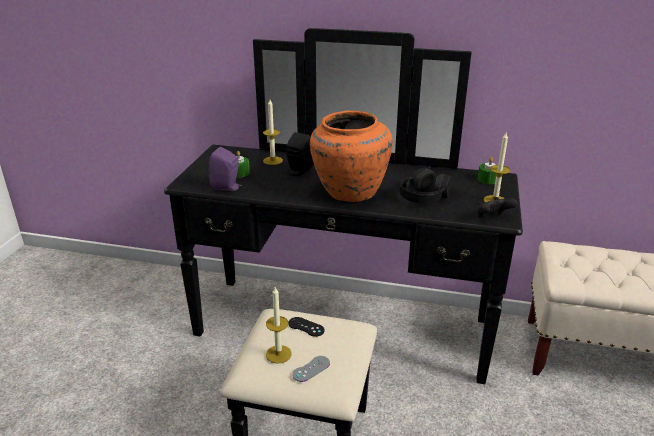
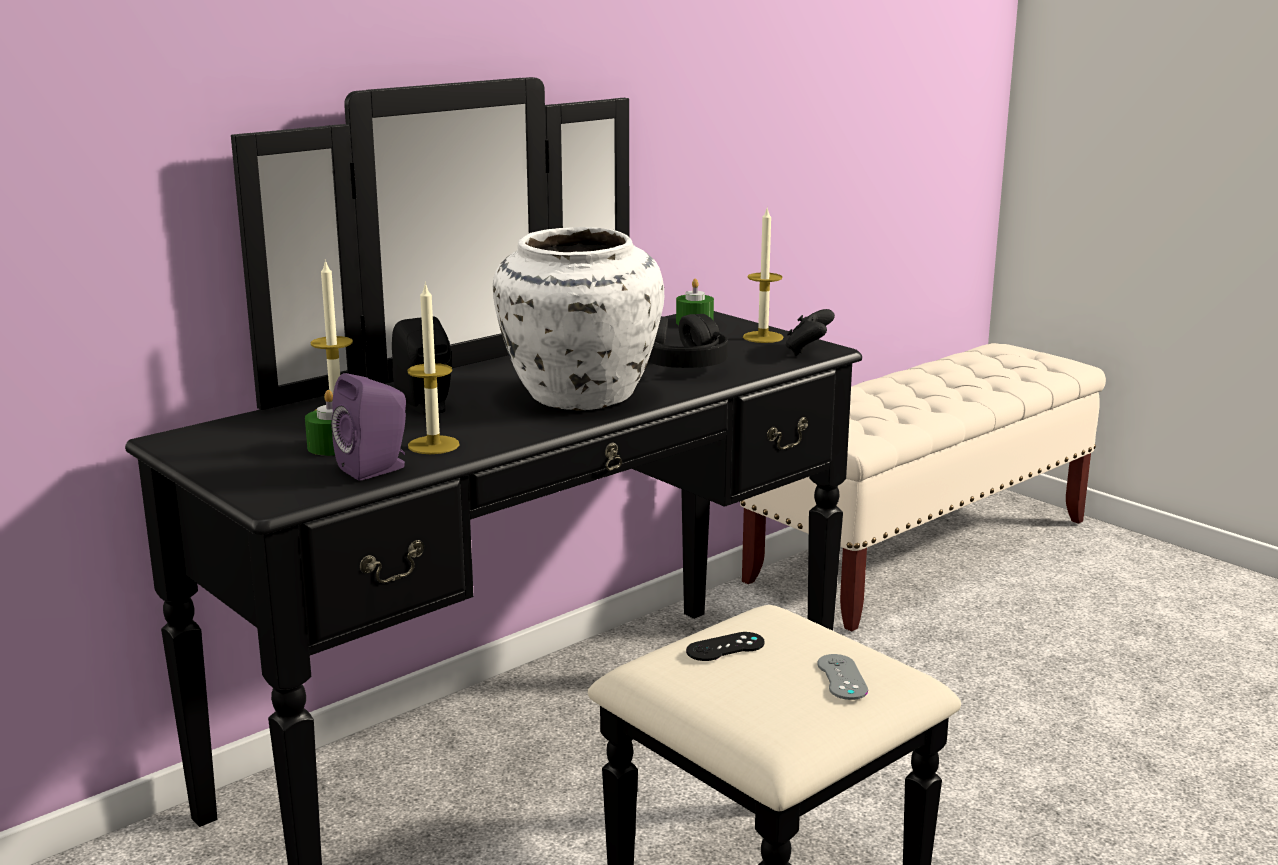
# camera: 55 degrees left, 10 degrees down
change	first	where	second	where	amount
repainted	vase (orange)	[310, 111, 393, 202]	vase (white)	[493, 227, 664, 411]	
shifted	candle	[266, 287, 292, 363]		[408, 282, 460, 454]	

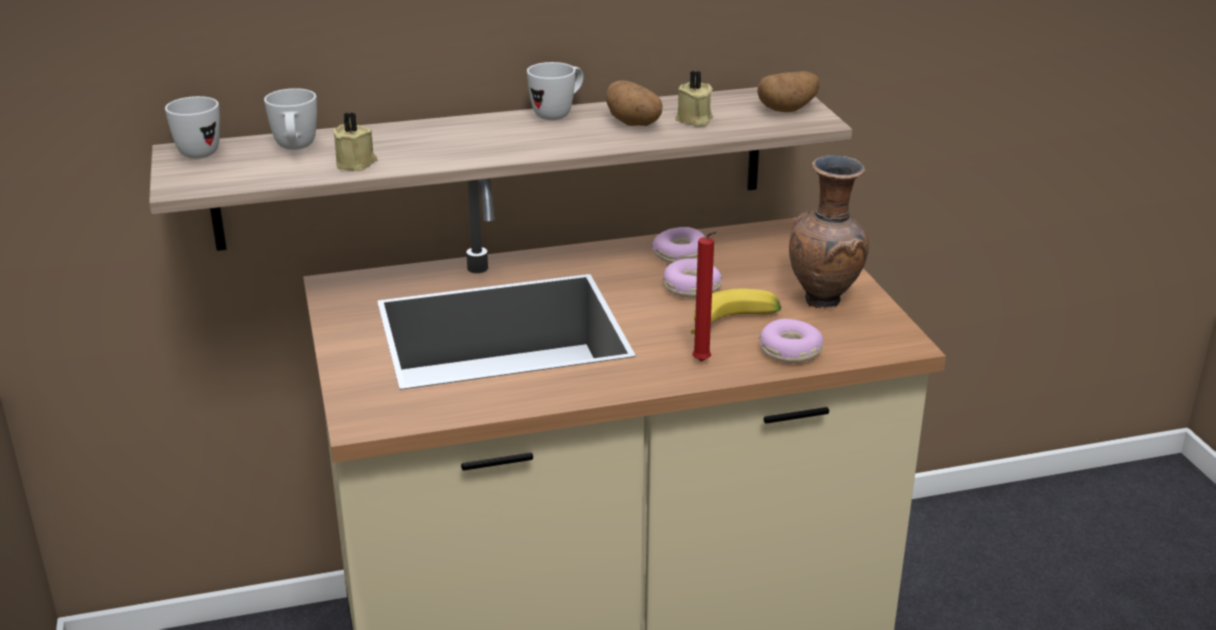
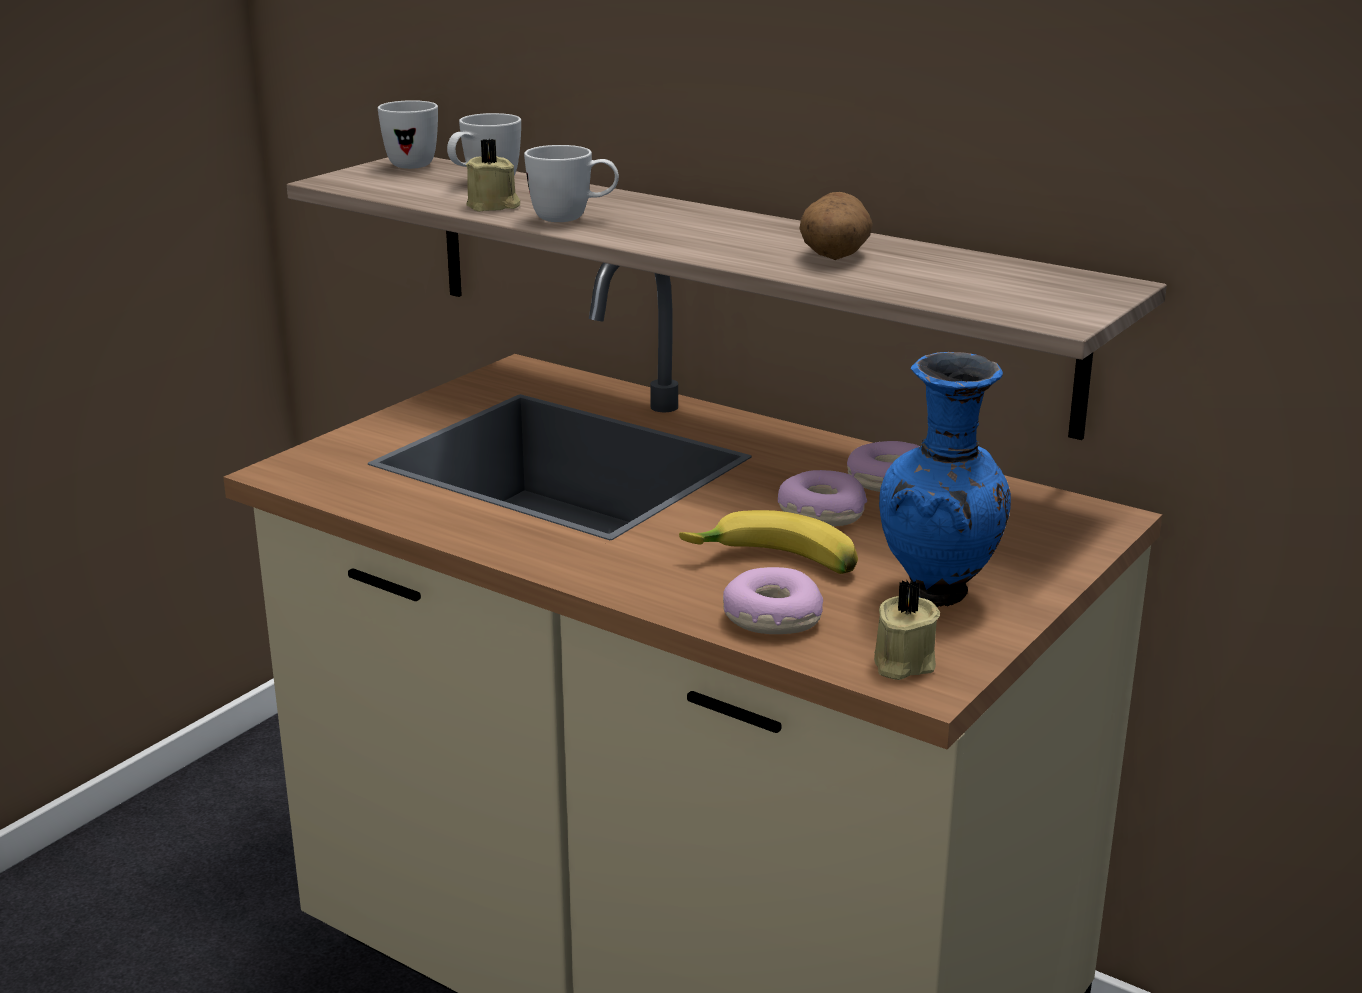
# camera: 50 degrees right, 5 degrees down
change	first	where	second	where	amount
shifted	mug (white)	[527, 62, 583, 120]		[524, 145, 619, 222]	
shifted	candle (beige)	[675, 71, 713, 127]		[874, 580, 940, 680]	
gone	potato	[757, 71, 820, 112]			
repainted	vase (brown)	[789, 155, 869, 308]	vase (blue)	[879, 352, 1011, 607]	
gone	candle (red)	[692, 231, 717, 362]			

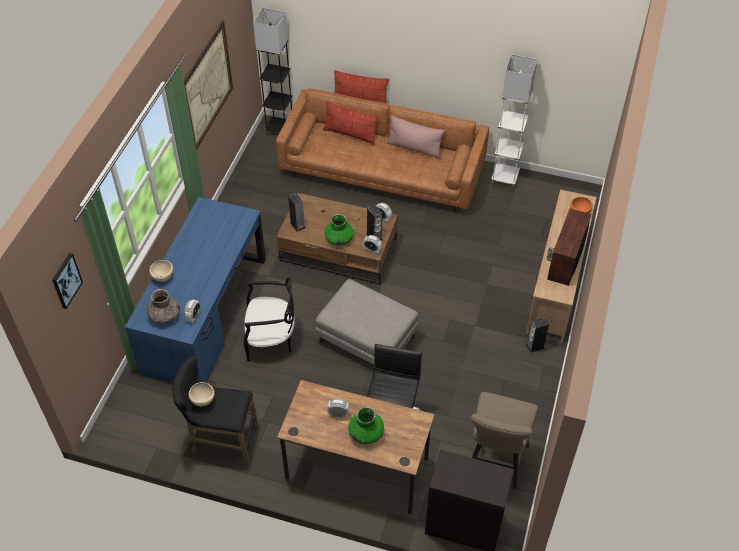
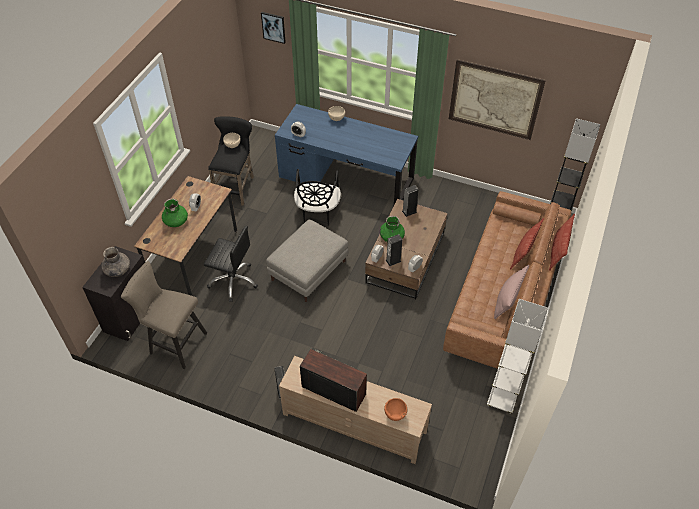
# camera: 95 degrees right, 0 degrees up
change	first	where	second	where	amount
shifted	vase (grey)	[146, 289, 180, 324]		[101, 247, 130, 277]	

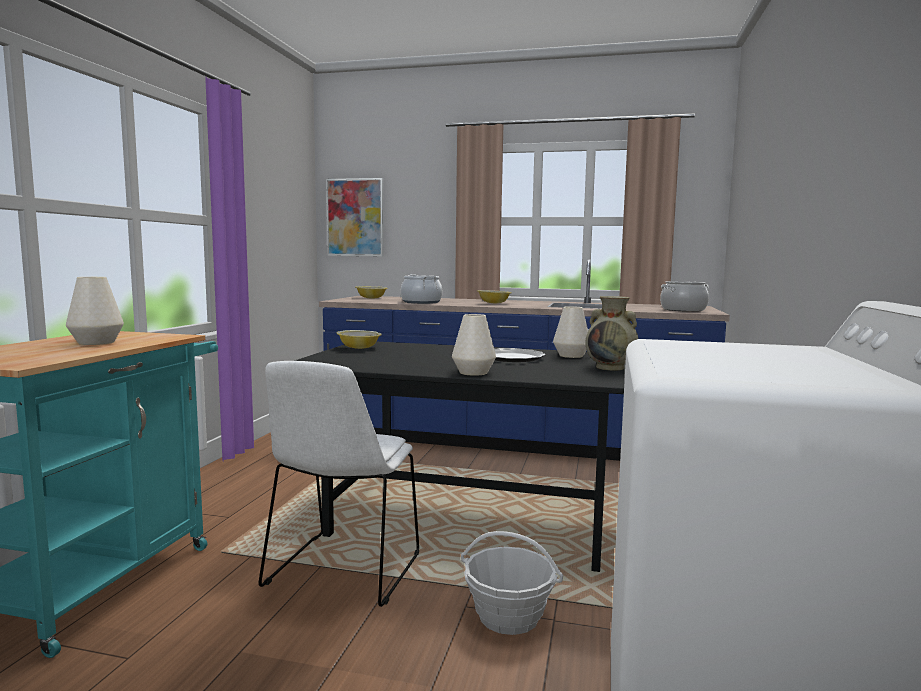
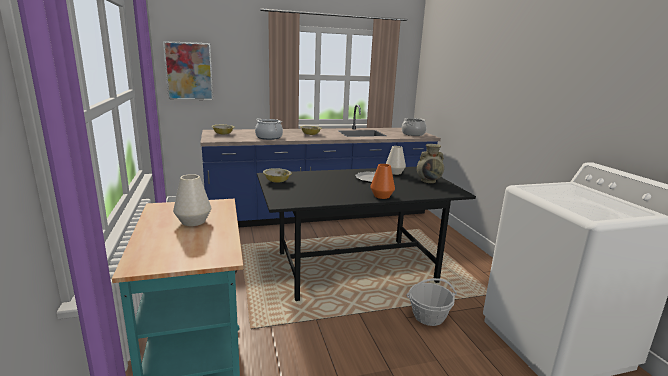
# camera: 30 degrees left, 10 degrees up
change	first	where	second	where	amount
repainted	vase (white)	[452, 314, 496, 376]	vase (orange)	[370, 164, 395, 199]	
gone	chair (white)	[259, 361, 419, 607]			

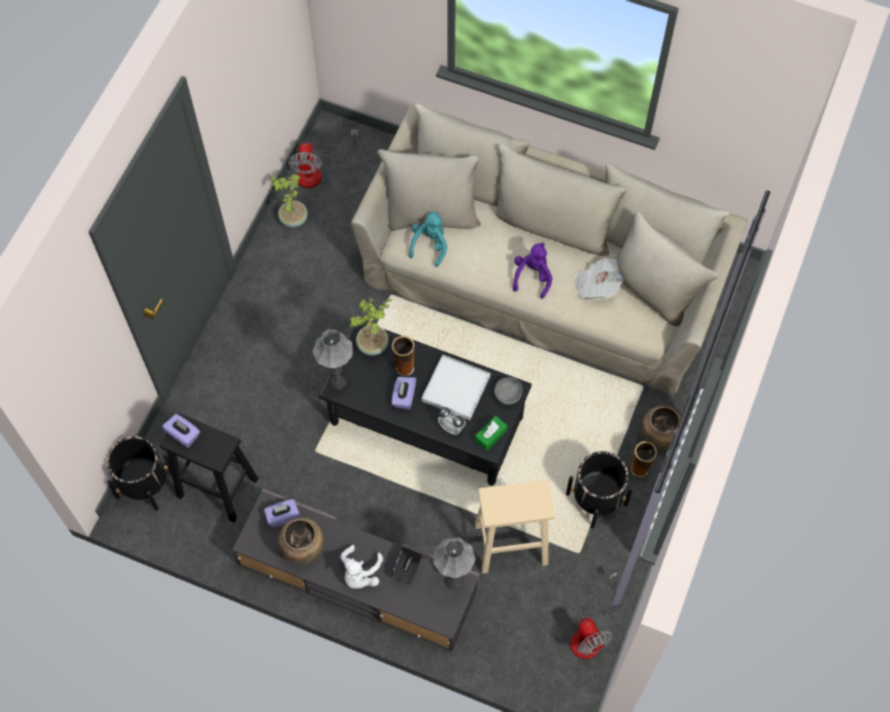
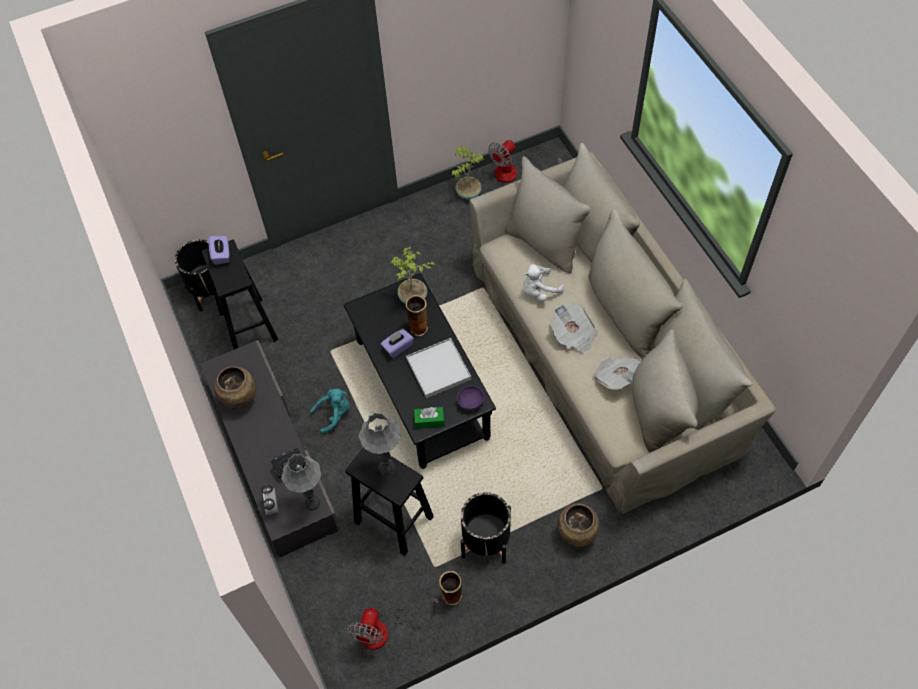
# camera: 45 degrees right, 5 degrees down
change	first	where	second	where	amount
shifted	plush toy (turquoise)	[409, 212, 447, 267]		[310, 388, 350, 434]	
swapped	plush toy (purple)	[513, 243, 552, 299]	newspaper	[551, 303, 598, 355]	
shifted	table lamp (grey)	[313, 329, 353, 390]		[358, 412, 401, 475]	
repainted	bowl (grey)	[495, 377, 523, 405]	bowl (purple)	[457, 386, 484, 411]	
shifted	alarm clock	[438, 407, 466, 435]		[261, 485, 278, 515]	
shifted	vase	[631, 441, 657, 478]		[439, 571, 462, 605]	
repainted	stool (beige)	[475, 480, 555, 574]	stool (black)	[345, 448, 434, 556]	
gone	tissue box (purple)	[264, 499, 300, 528]			
shifted	plush toy (white)	[340, 545, 383, 589]		[523, 264, 564, 302]	

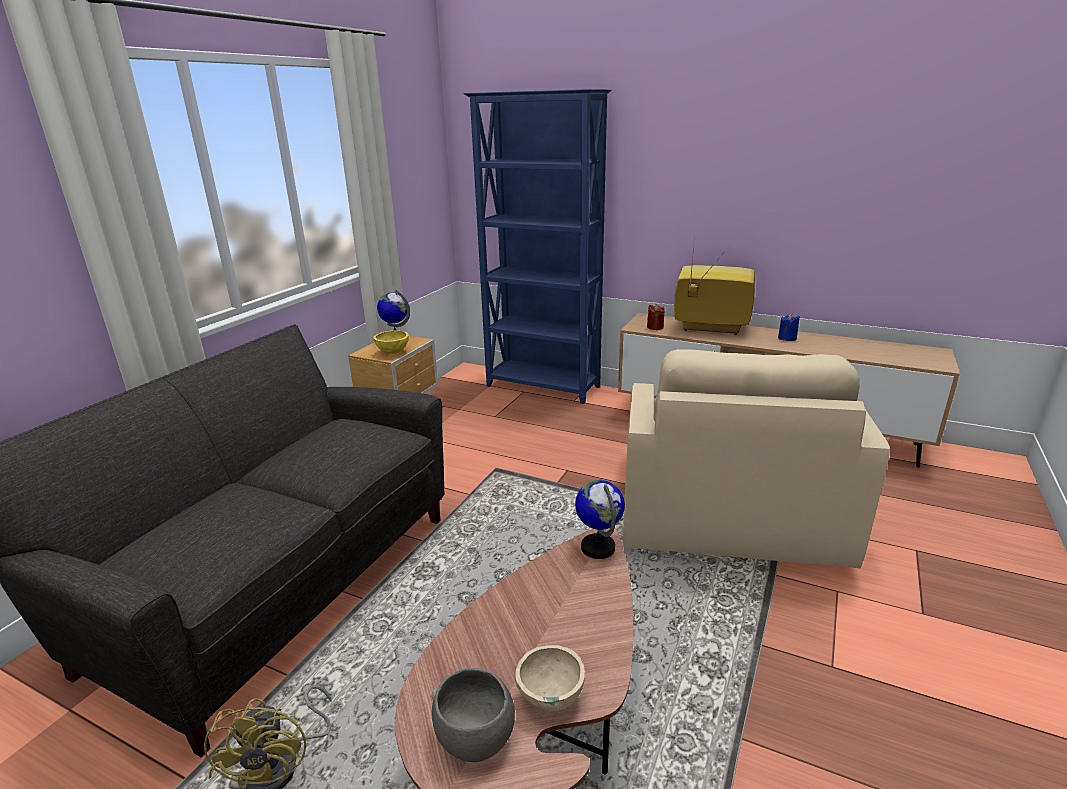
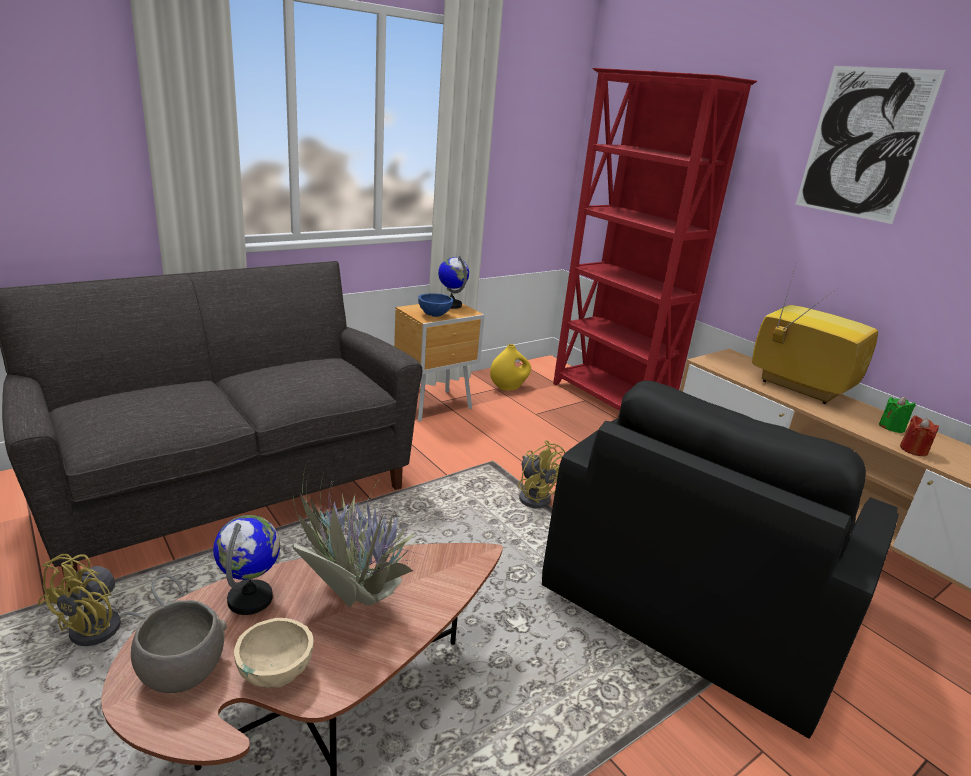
# camera: 25 degrees right, 0 degrees up
change	first	where	second	where	amount
repainted	bookcase (blue)	[464, 89, 612, 404]	bookcase (red)	[553, 68, 757, 411]	
shifted	candle (red)	[647, 304, 665, 330]		[900, 415, 939, 456]	
repainted	candle (blue)	[778, 313, 800, 341]	candle (green)	[879, 397, 916, 433]	
repainted	bowl (yellow)	[373, 331, 409, 354]	bowl (blue)	[418, 293, 453, 317]	
repainted	armchair (beige)	[623, 349, 890, 569]	armchair (black)	[542, 381, 899, 739]	
shifted	globe	[575, 480, 625, 559]		[213, 515, 280, 615]	
new			picture	[795, 66, 946, 224]	
new			vase (yellow)	[490, 344, 531, 391]	
new			fan (yellow)	[518, 440, 566, 508]	
new			potted plant	[293, 458, 423, 607]	

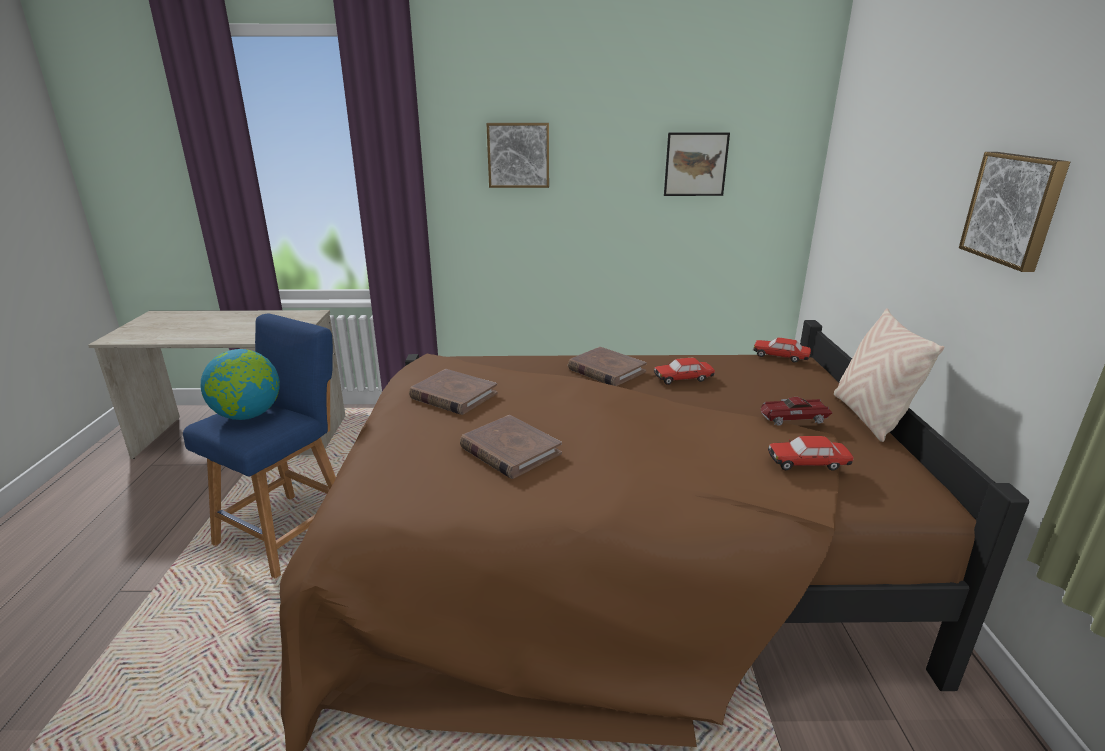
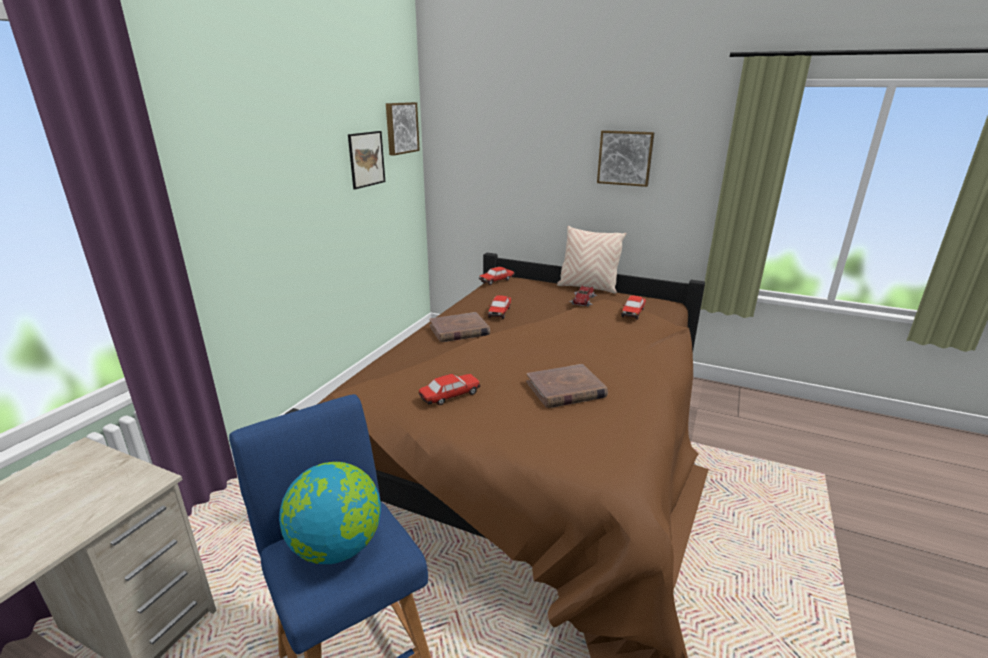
# camera: 65 degrees left, 0 degrees up
change	first	where	second	where	amount
shifted	picture	[486, 123, 549, 188]		[386, 102, 420, 155]	
swapped	book (brown)	[409, 369, 498, 415]	toy car	[419, 374, 480, 405]	

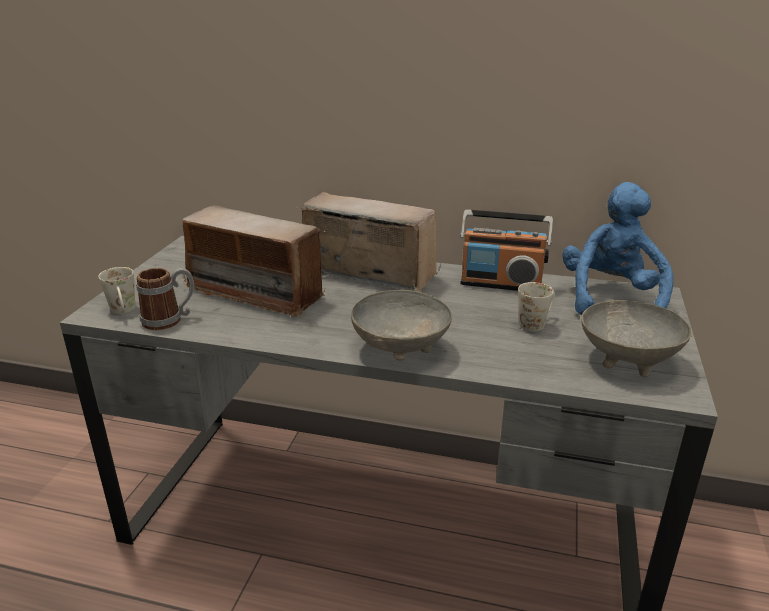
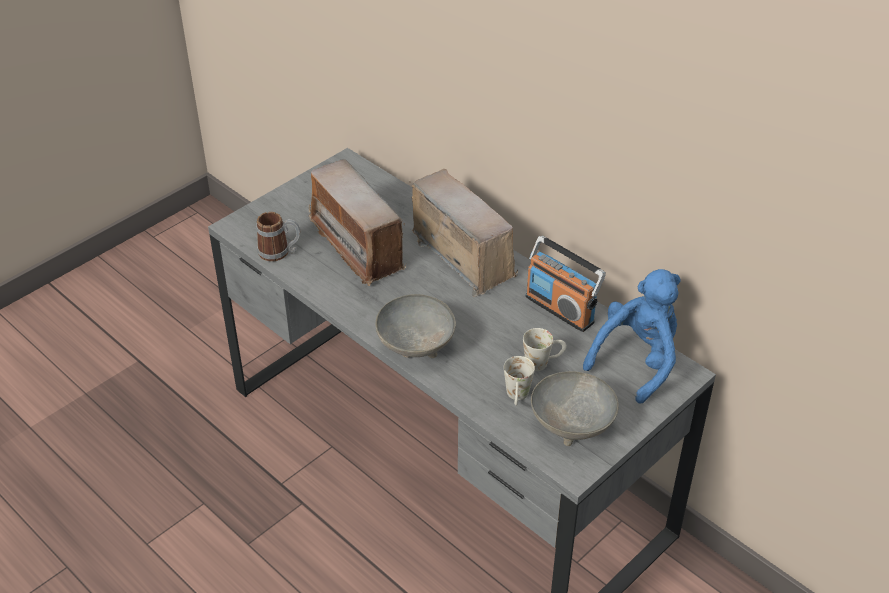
# camera: 30 degrees right, 15 degrees up
change	first	where	second	where	amount
shifted	mug (white)	[98, 267, 135, 314]		[504, 356, 535, 406]	

